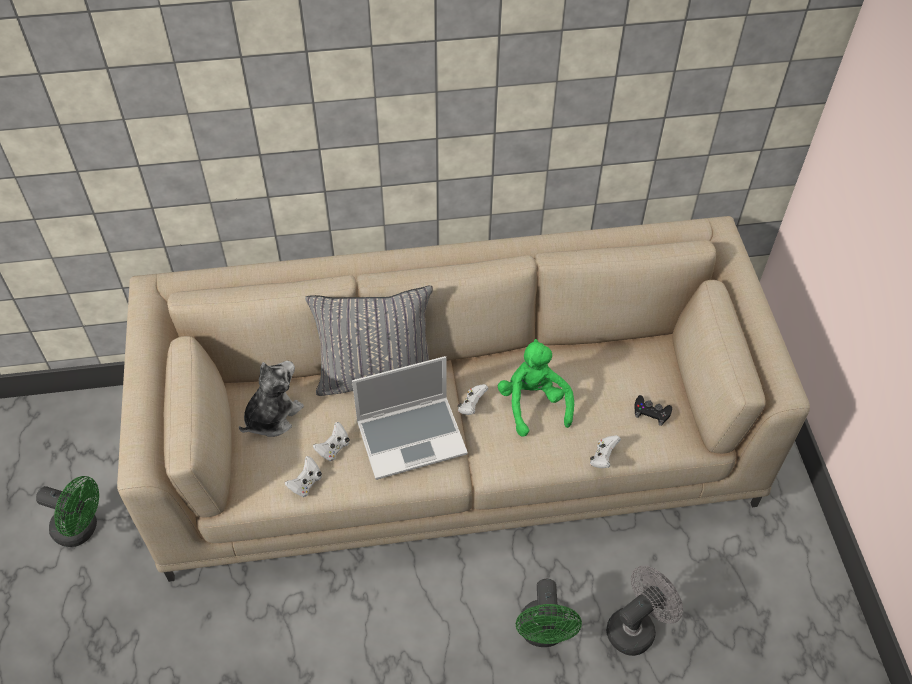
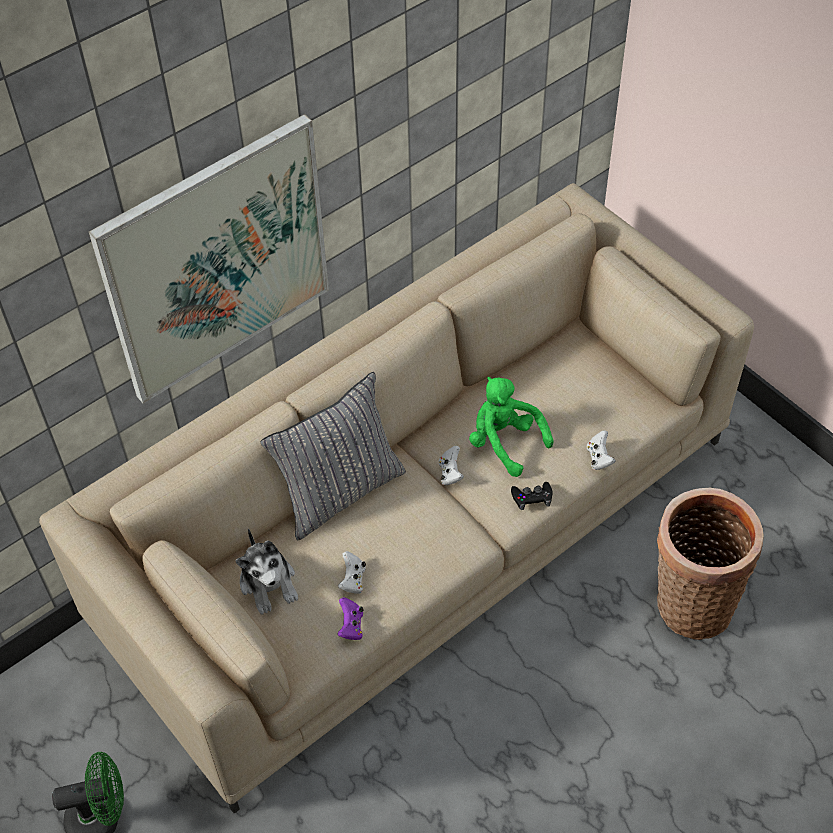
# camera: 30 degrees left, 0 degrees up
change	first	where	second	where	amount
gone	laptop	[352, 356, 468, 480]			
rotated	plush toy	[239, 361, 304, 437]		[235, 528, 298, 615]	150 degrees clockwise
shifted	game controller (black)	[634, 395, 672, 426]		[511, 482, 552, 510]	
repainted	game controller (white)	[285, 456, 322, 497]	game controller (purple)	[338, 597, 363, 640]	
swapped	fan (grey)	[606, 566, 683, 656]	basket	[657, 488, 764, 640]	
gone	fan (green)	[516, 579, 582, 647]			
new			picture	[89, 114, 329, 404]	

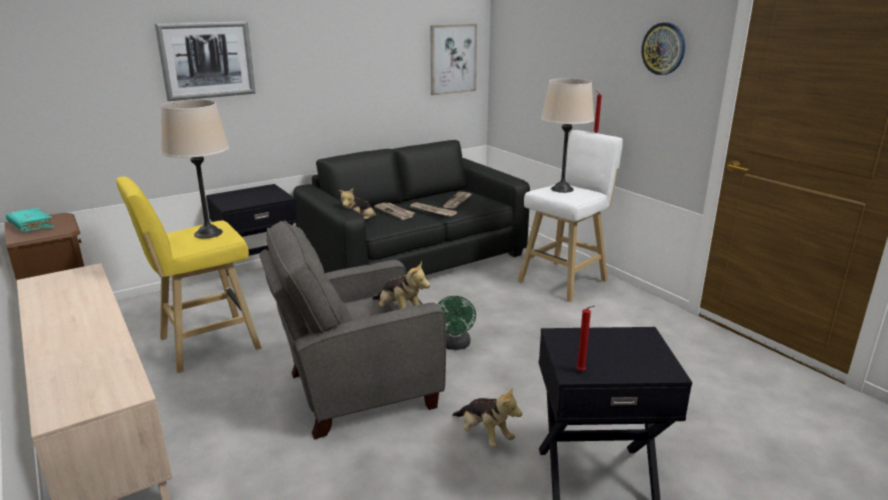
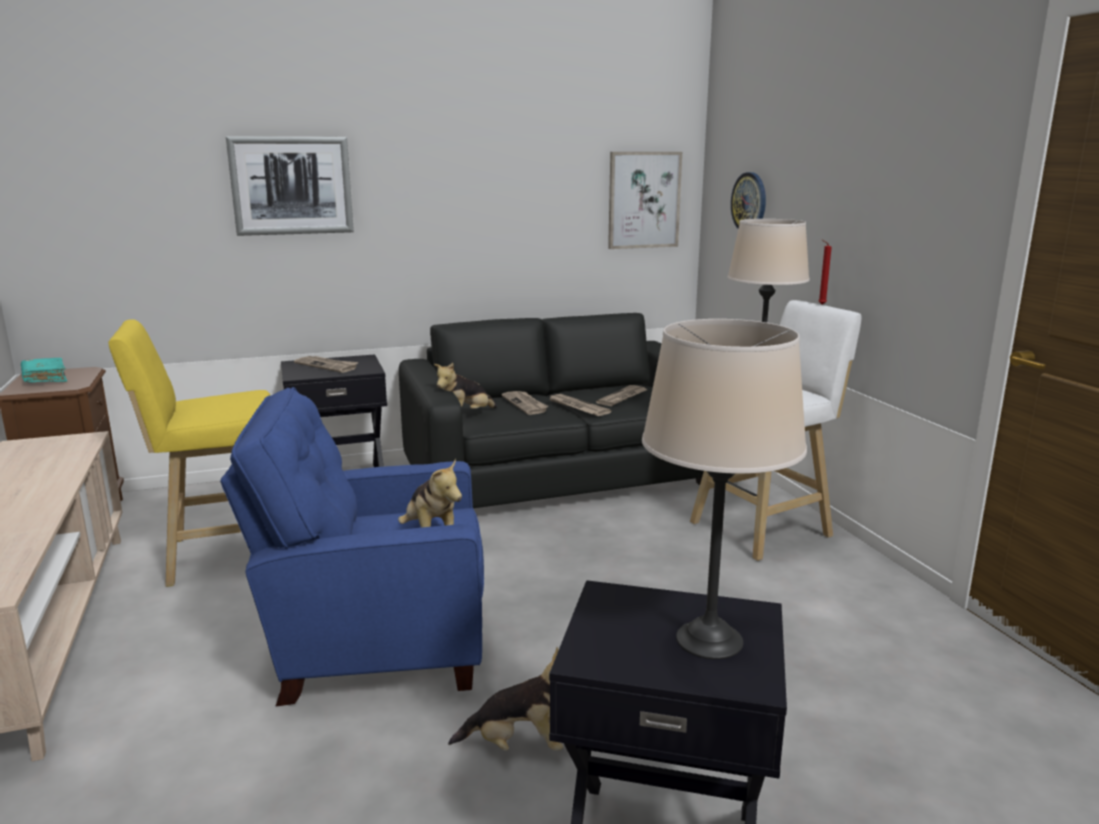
# camera: 15 degrees right, 5 degrees down
change	first	where	second	where	amount
shifted	wall clock	[641, 22, 685, 75]		[731, 172, 766, 229]	
shifted	table lamp (beige)	[161, 100, 229, 238]		[642, 319, 807, 659]	
repainted	armchair (grey)	[259, 221, 446, 440]	armchair (blue)	[220, 387, 484, 707]	
gone	fan (green)	[437, 296, 476, 350]			
gone	candle (red)	[576, 306, 595, 371]			
rotated	plush toy	[452, 386, 522, 447]		[448, 647, 563, 751]	60 degrees counterclockwise
new			newspaper	[294, 356, 359, 373]	

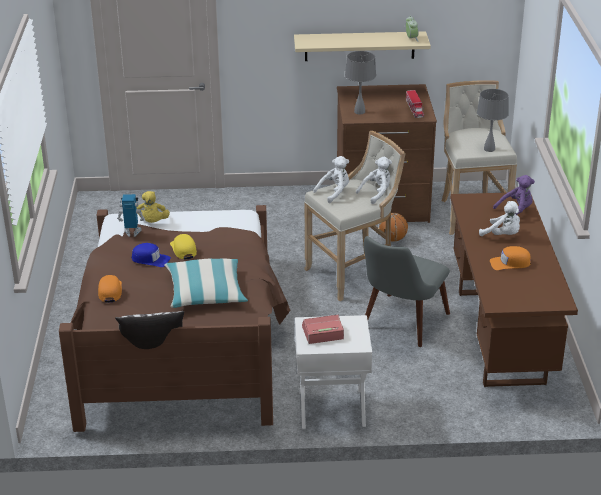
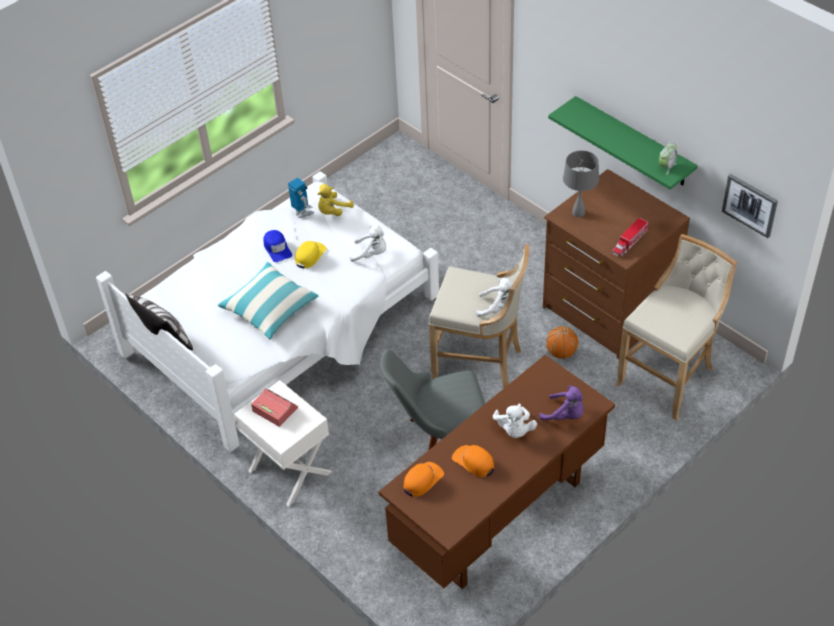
# camera: 50 degrees right, 15 degrees up
change	first	where	second	where	amount
repainted	shelf (beige)	[294, 31, 431, 61]	shelf (green)	[548, 96, 698, 190]	
gone	table lamp (grey)	[477, 89, 509, 152]			
shifted	plush toy (white)	[313, 156, 349, 203]		[350, 225, 386, 262]	
repainted	bed (brown)	[59, 205, 290, 432]	bed (white)	[96, 171, 439, 452]	
shifted	cap (orange)	[98, 275, 122, 303]		[404, 462, 444, 497]	
new			picture	[722, 174, 778, 238]	

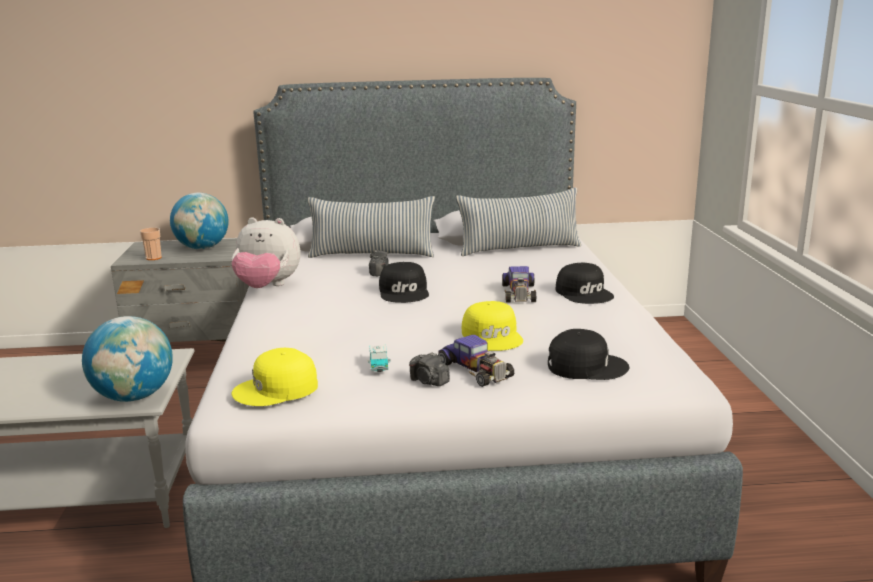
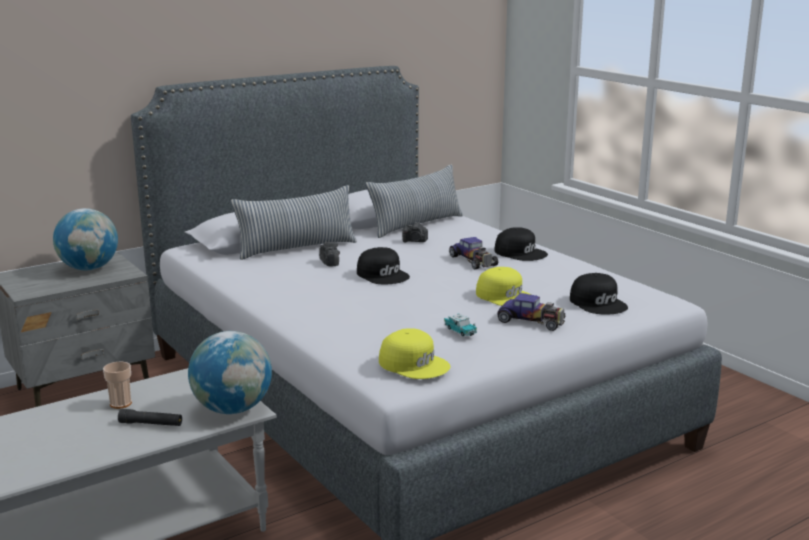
# camera: 30 degrees left, 0 degrees up
change	first	where	second	where	amount
gone	plush toy	[231, 218, 300, 288]			
shifted	cup	[140, 228, 162, 260]		[103, 362, 132, 409]	
rotated	cap (black)	[548, 329, 629, 380]		[570, 273, 628, 315]	90 degrees clockwise
rotated	cap (yellow)	[231, 348, 318, 406]		[379, 328, 451, 379]	90 degrees counterclockwise
shifted	photo camera	[409, 352, 450, 386]		[402, 222, 428, 242]	
new			flashlight (black)	[118, 409, 182, 426]	

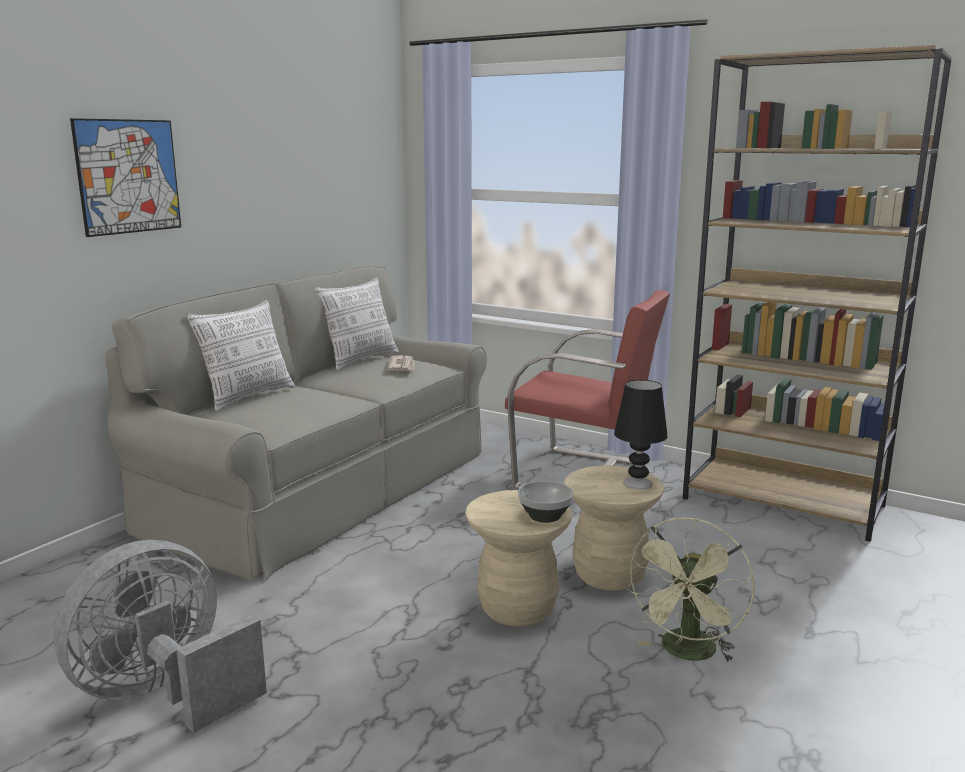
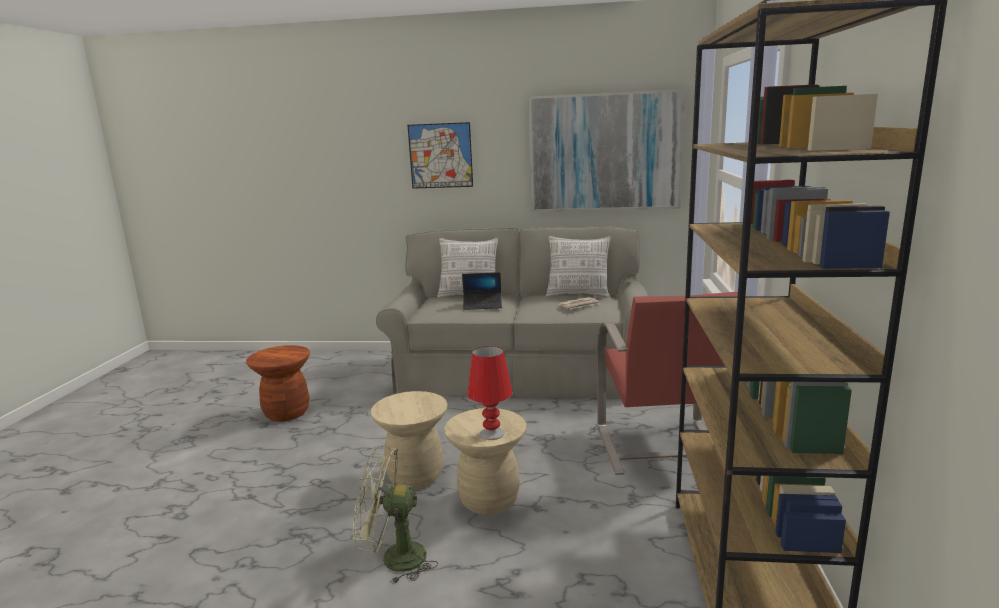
# camera: 65 degrees right, 0 degrees up
change	first	where	second	where	amount
repainted	table lamp (black)	[614, 380, 668, 490]	table lamp (red)	[468, 346, 513, 440]	
gone	bowl	[518, 481, 574, 523]			
swapped	fan (grey)	[53, 540, 267, 733]	stool (brown)	[246, 345, 310, 422]	
new			picture	[528, 89, 685, 212]	
new			laptop	[462, 272, 502, 310]	

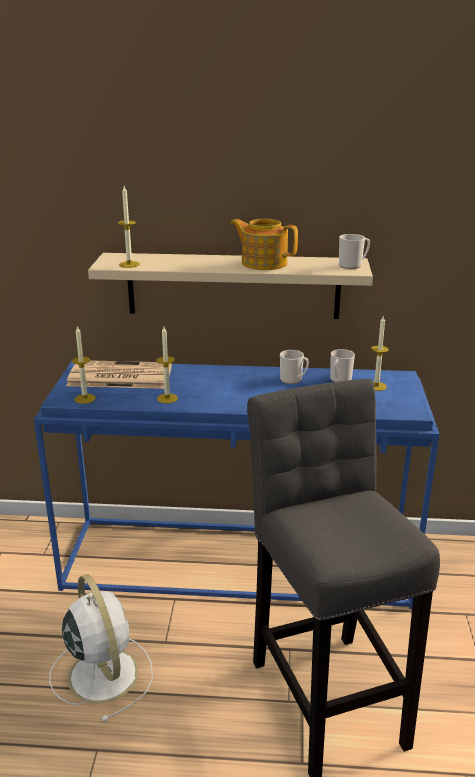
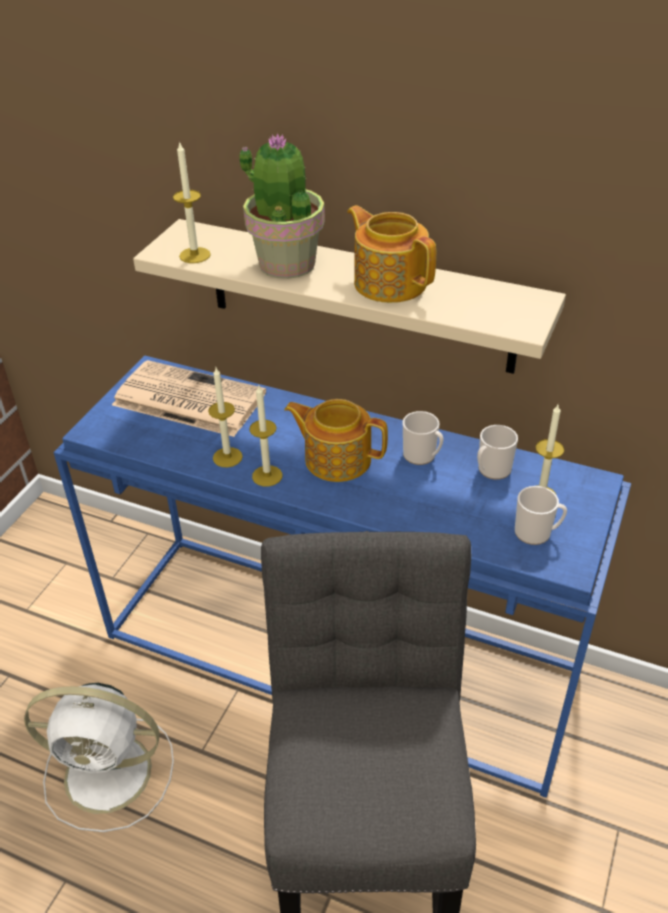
# camera: 20 degrees right, 15 degrees up
change	first	where	second	where	amount
shifted	mug	[339, 234, 370, 269]		[515, 486, 567, 545]	
shifted	candle	[72, 326, 96, 404]		[249, 386, 283, 487]	
rotated	fan (white)	[49, 574, 153, 722]		[24, 683, 174, 832]	105 degrees clockwise
new			potted plant	[239, 133, 325, 279]	
new			teapot	[284, 399, 388, 482]	

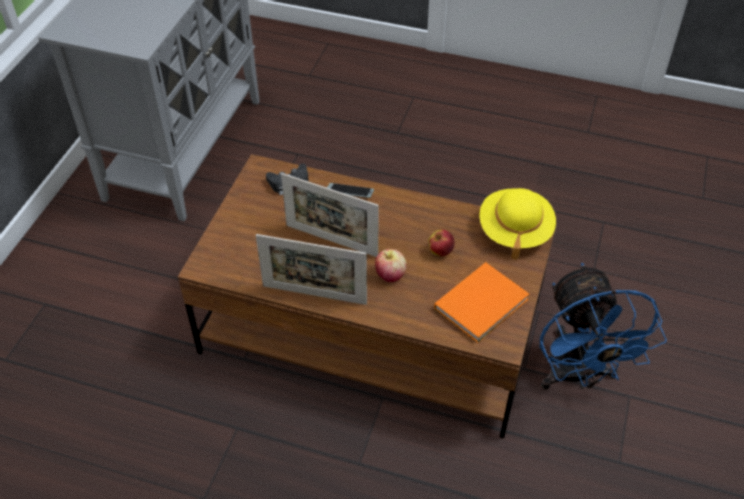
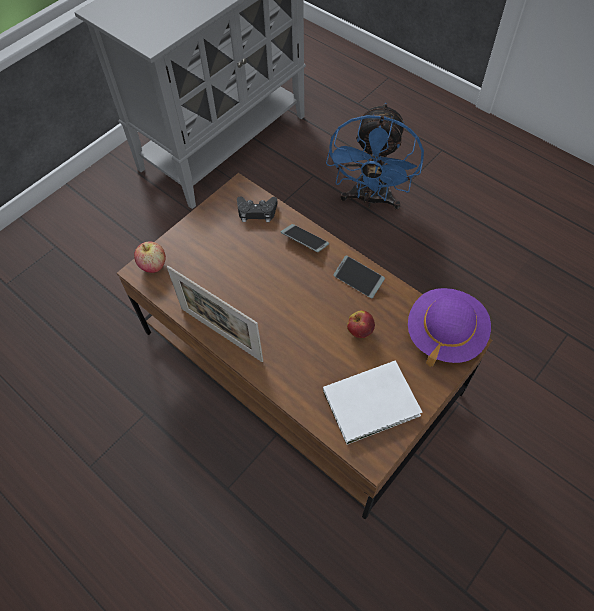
# camera: 25 degrees right, 10 degrees up
change	first	where	second	where	amount
gone	picture frame	[281, 173, 379, 257]			
repainted	hat (yellow)	[480, 188, 556, 260]	hat (purple)	[408, 288, 491, 367]	
shifted	apple	[375, 249, 407, 282]		[134, 241, 166, 273]	
repainted	book (orange)	[434, 262, 529, 343]	book (white)	[323, 361, 422, 445]	
shifted	fan (blue)	[540, 263, 667, 390]		[326, 102, 424, 210]	
new			phone	[333, 255, 385, 298]	

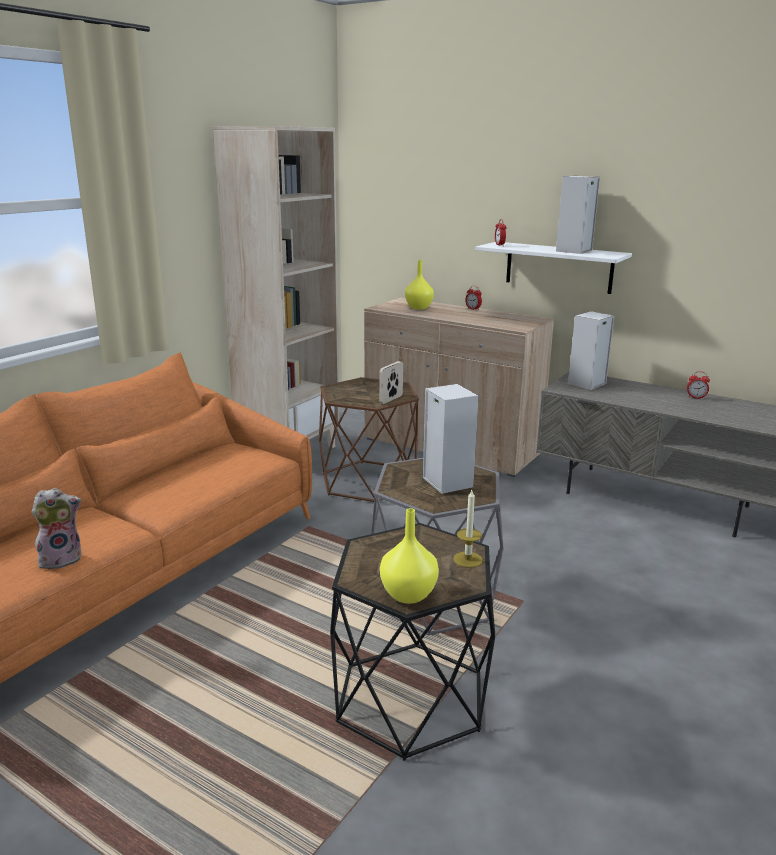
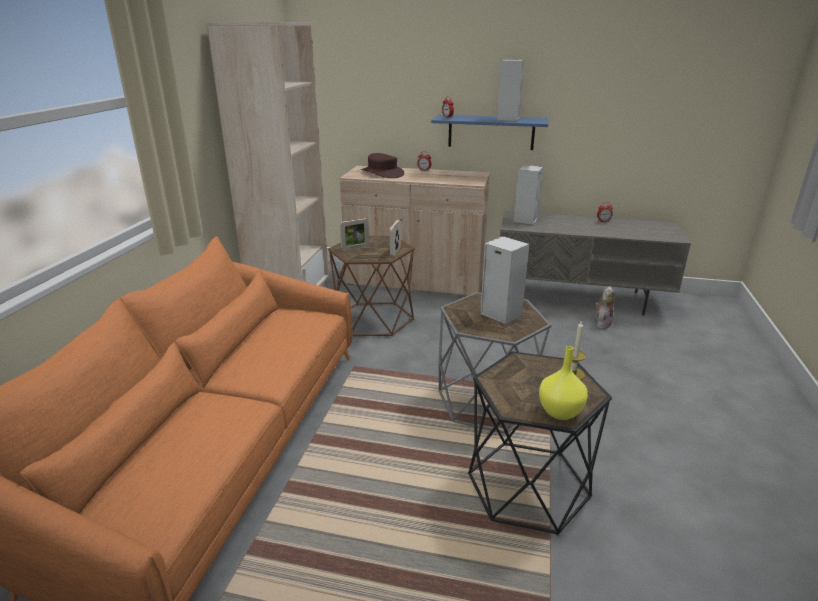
# camera: 20 degrees left, 5 degrees up
change	first	where	second	where	amount
repainted	shelf (white)	[475, 242, 632, 294]	shelf (blue)	[431, 115, 548, 150]	
swapped	vase (yellow)	[405, 260, 434, 309]	hat (brown)	[361, 153, 404, 178]	
shifted	plush toy	[32, 488, 81, 569]		[595, 286, 615, 329]	
new			picture frame	[340, 218, 369, 251]	

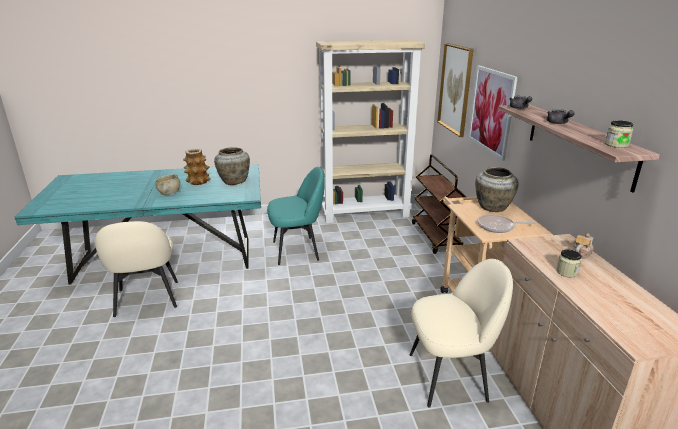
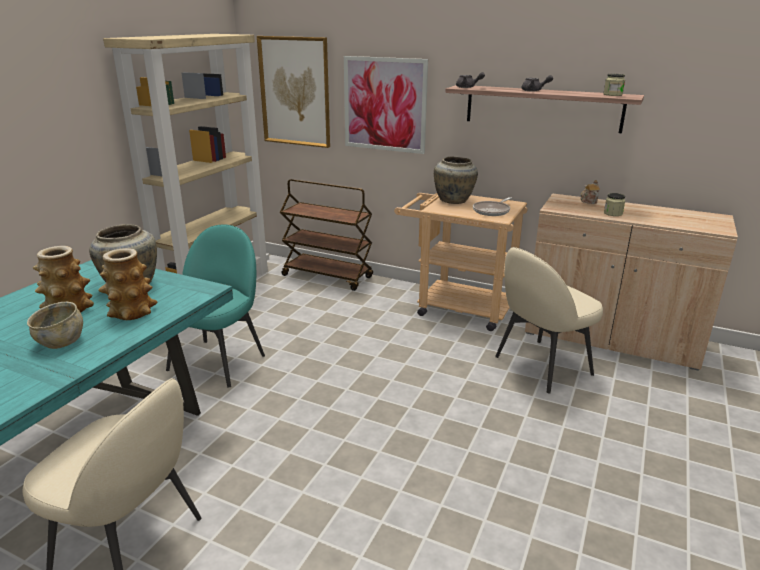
# camera: 55 degrees left, 0 degrees up
change	first	where	second	where	amount
rotated	chair (beige)	[410, 259, 513, 408]		[495, 247, 603, 394]	150 degrees counterclockwise
new			vase	[98, 248, 158, 320]	

